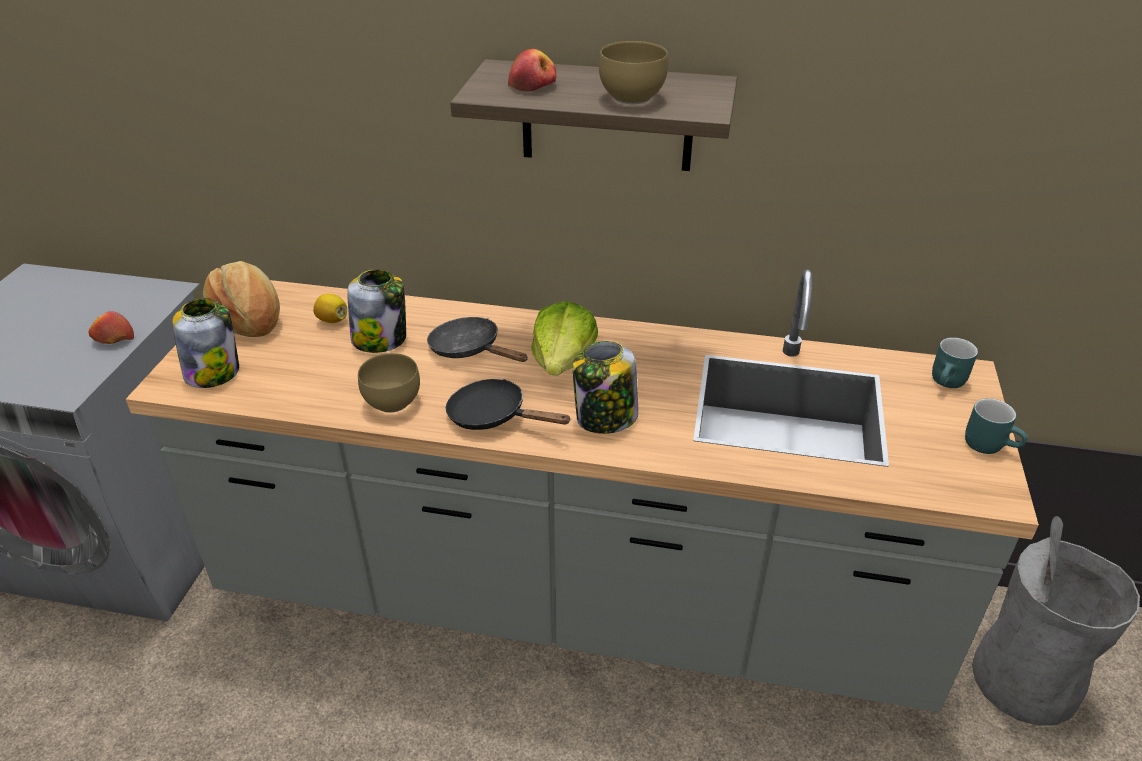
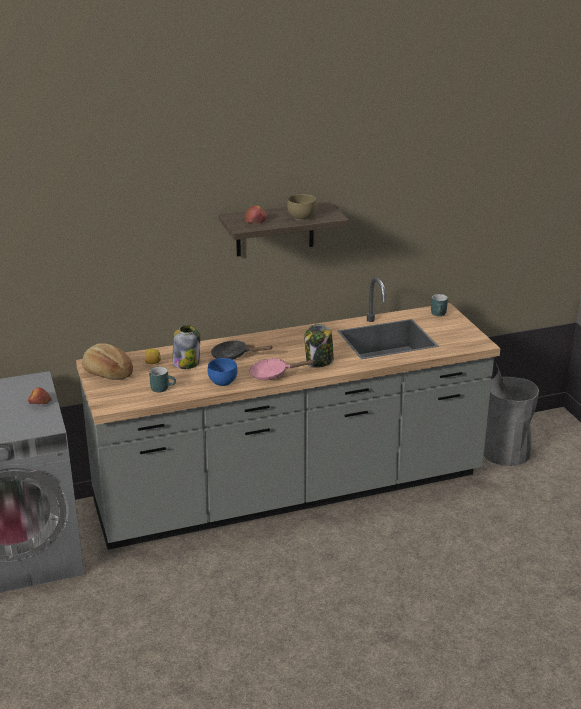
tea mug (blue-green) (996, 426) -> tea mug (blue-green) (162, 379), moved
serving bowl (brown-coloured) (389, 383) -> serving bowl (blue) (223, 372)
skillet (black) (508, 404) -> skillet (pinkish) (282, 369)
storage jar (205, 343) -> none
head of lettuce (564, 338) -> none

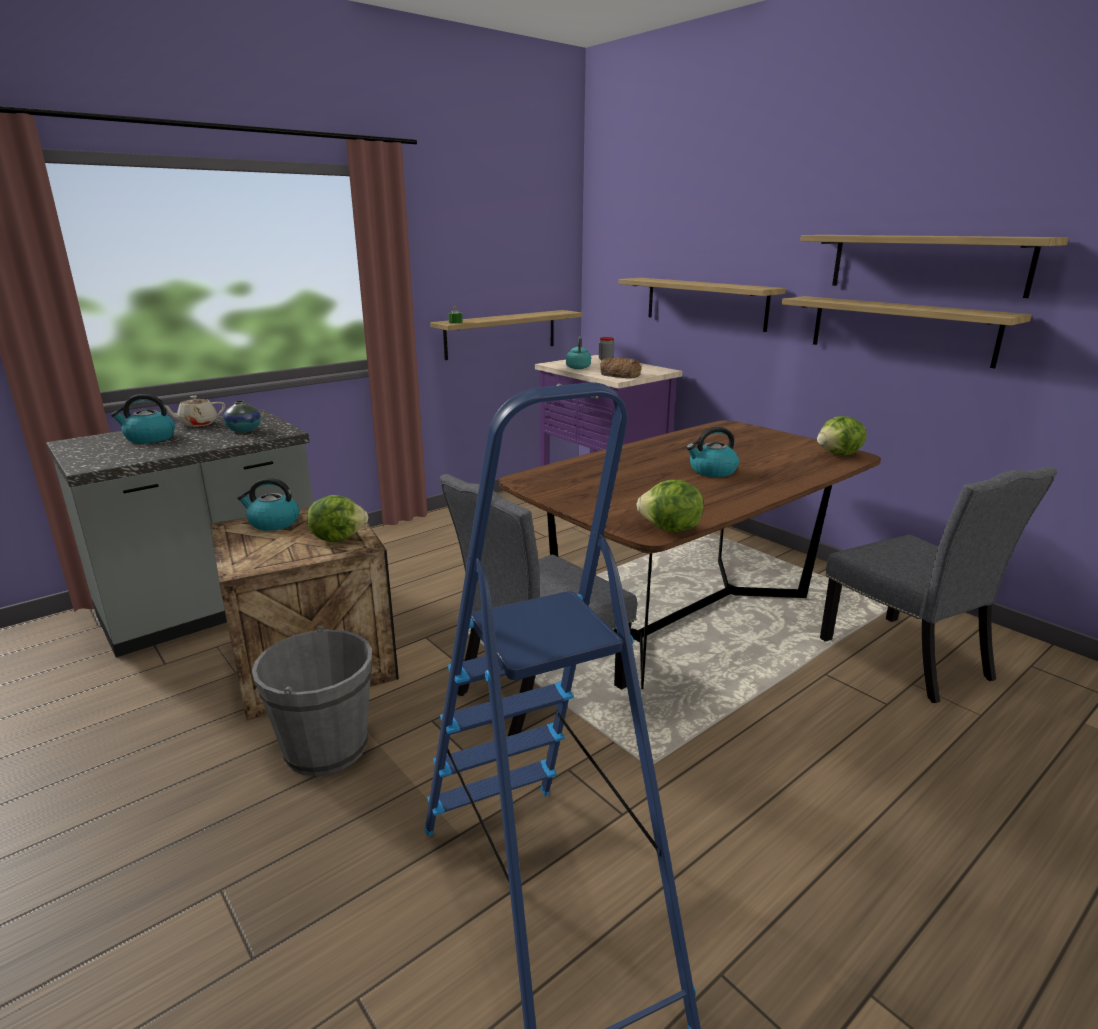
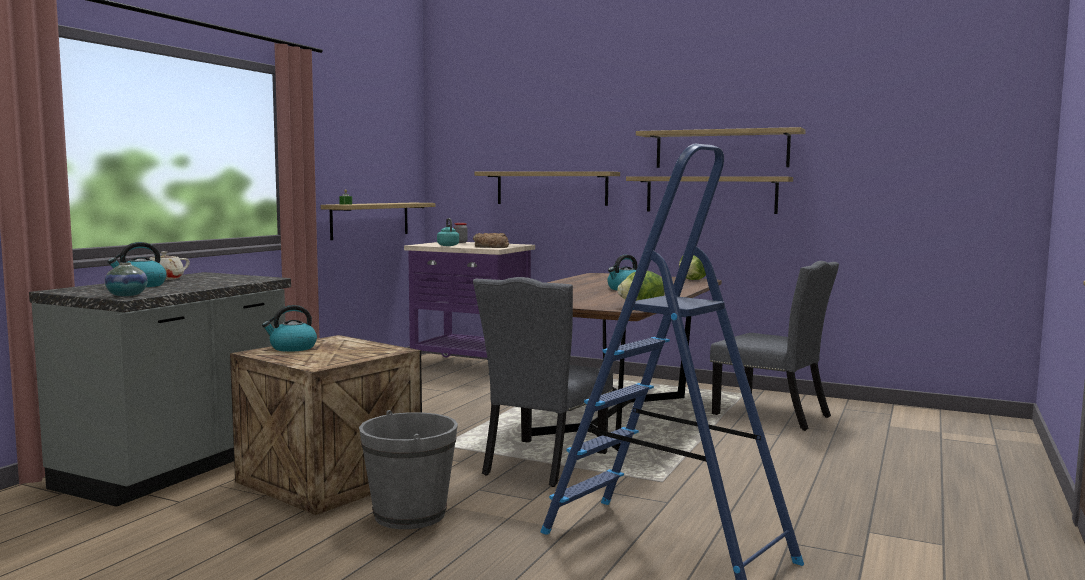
vase (242, 417) -> vase (126, 279), moved
head of lettuce (337, 518) -> none

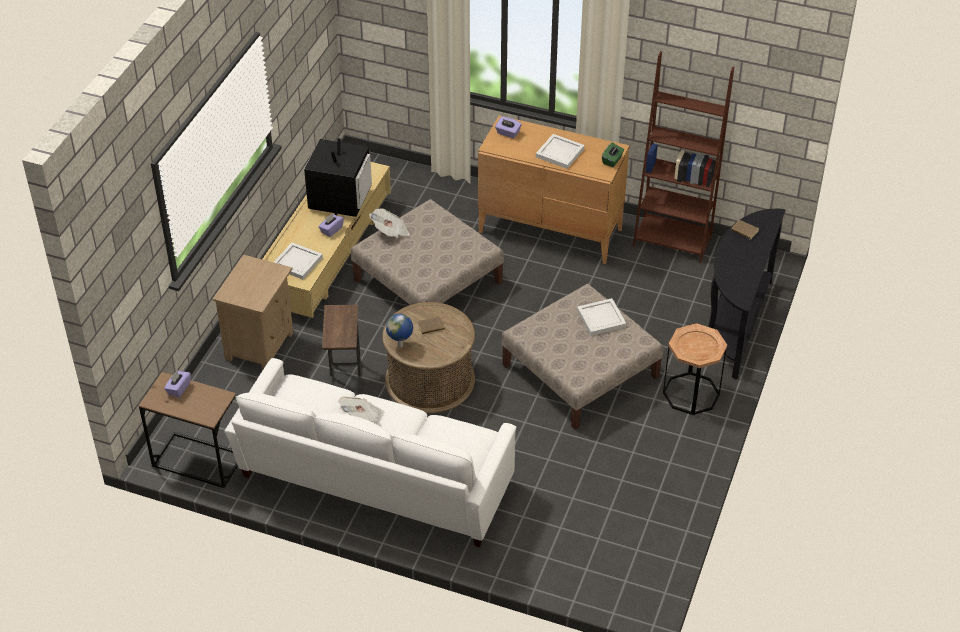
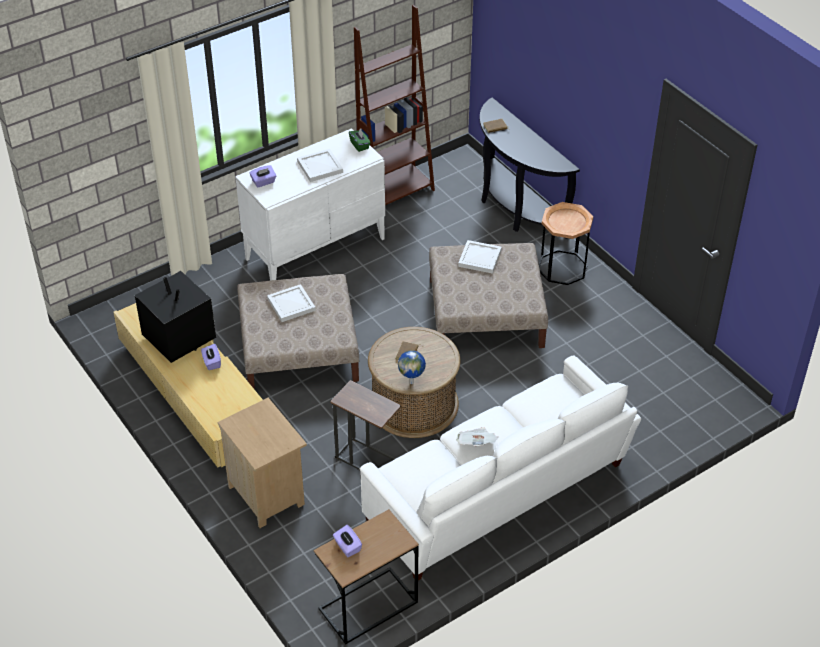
cabinet (brown-coloured) (554, 189) -> cabinet (white-coloured) (310, 204)
carrying tray (white-coloured) (298, 261) -> carrying tray (white-coloured) (291, 303), moved
daily paper (389, 223) -> none

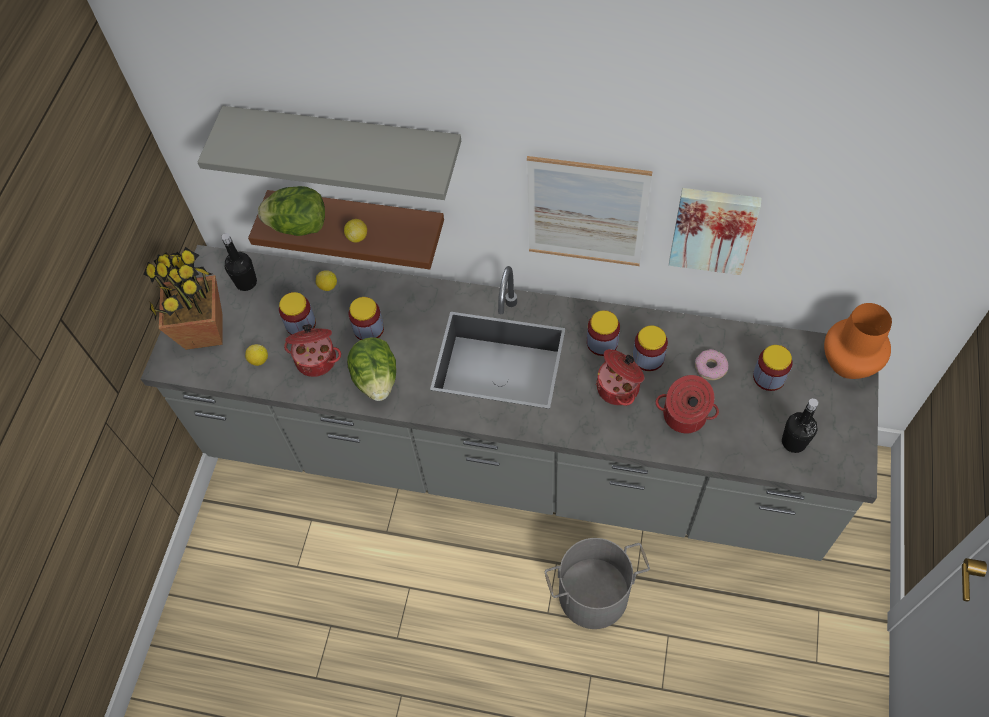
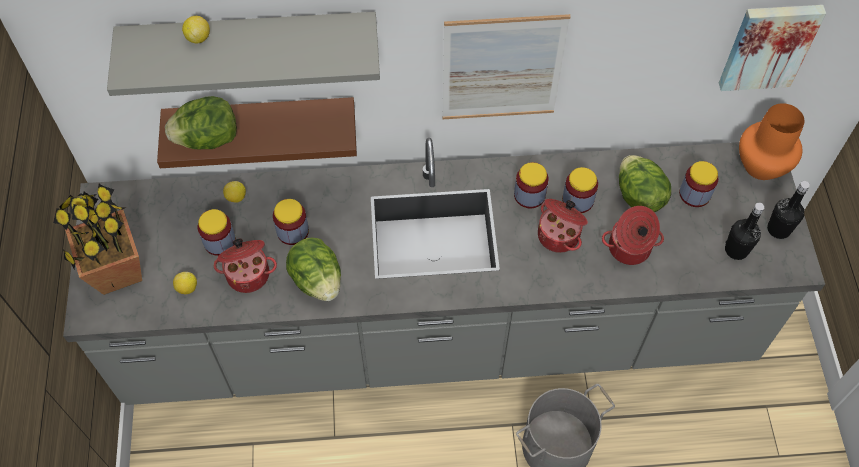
citrus fruit (355, 231) -> citrus fruit (196, 30), moved
doughnut (711, 364) -> head of lettuce (645, 184)
picture (715, 231) -> picture (772, 48), moved
drink bottle (black) (239, 262) -> drink bottle (black) (788, 210), moved

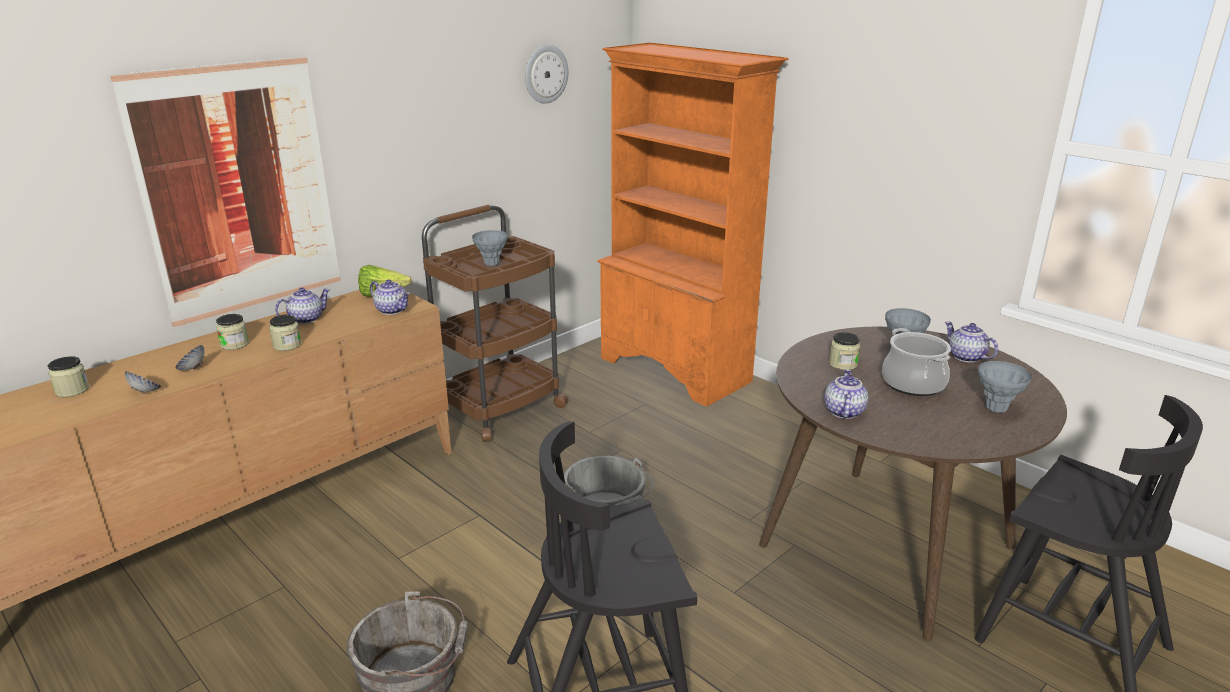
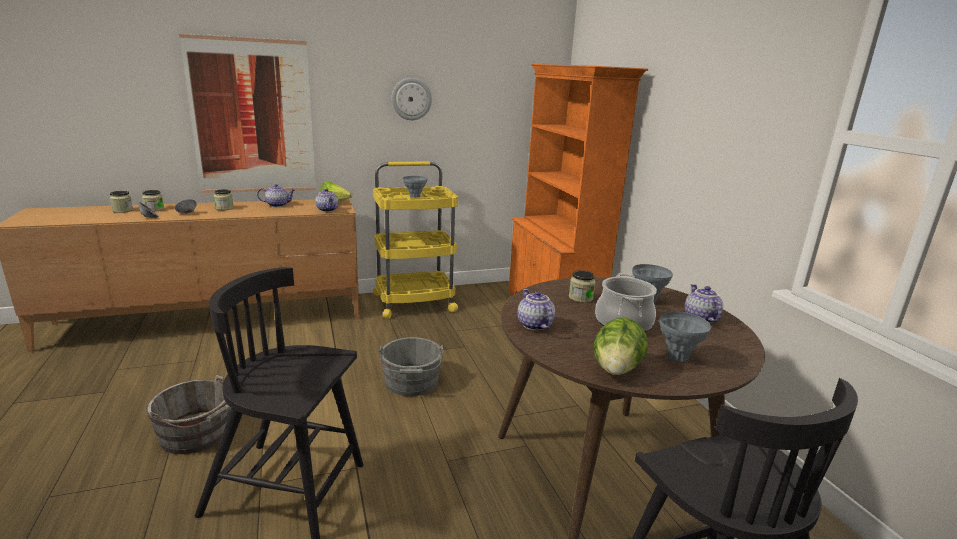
storage jar (285, 333) -> storage jar (153, 201), moved
wheeled cart (brown-coloured) (495, 323) -> wheeled cart (yellow) (415, 240)
hanging clock (546, 74) -> hanging clock (412, 99), moved
teapot (846, 394) -> teapot (536, 310), 60 degrees counterclockwise
none -> head of lettuce (621, 346)

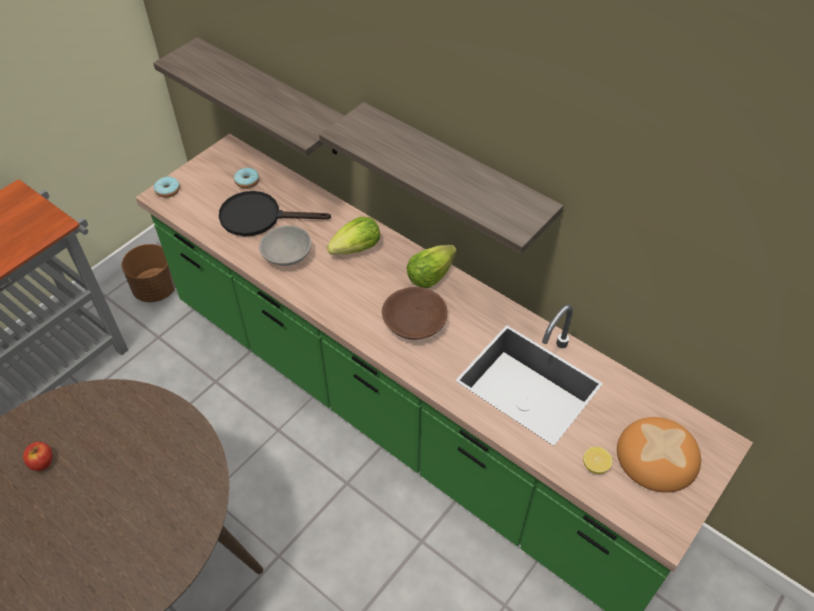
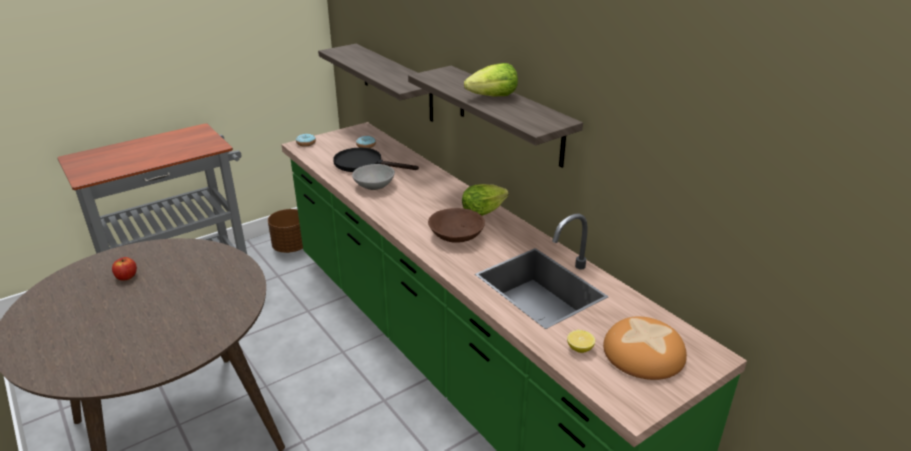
head of lettuce (353, 235) -> head of lettuce (491, 79), moved

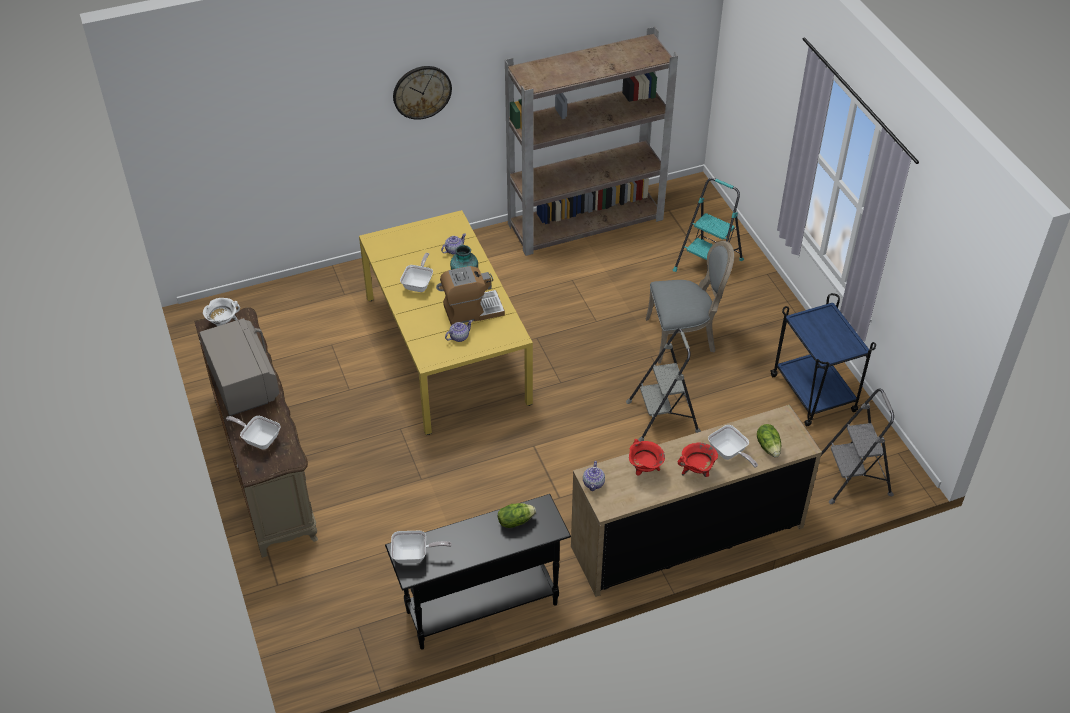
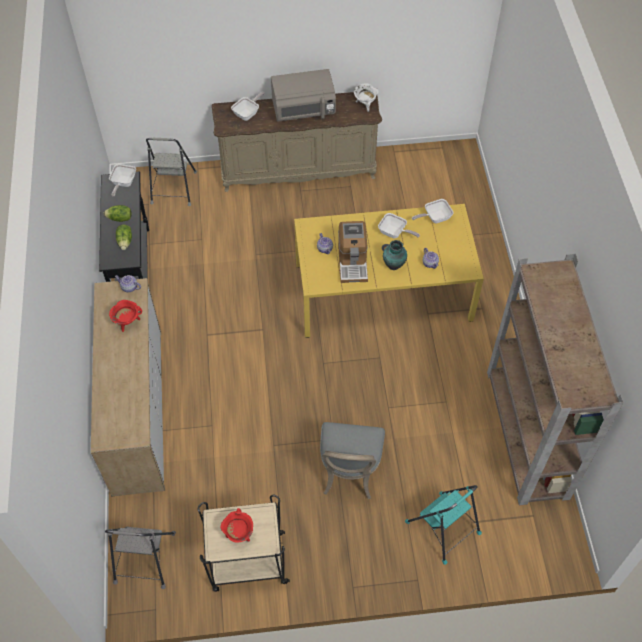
head of lettuce (769, 440) -> head of lettuce (118, 213), moved
step stool (gray) (663, 385) -> step stool (gray) (171, 172), moved
wheeled cart (blue) (823, 360) -> wheeled cart (beige-coloured) (244, 543)
cooking pot (reddish) (698, 460) -> cooking pot (reddish) (237, 525), moved
skillet (733, 446) -> skillet (433, 211), moved
hanging clock (422, 93) -> none

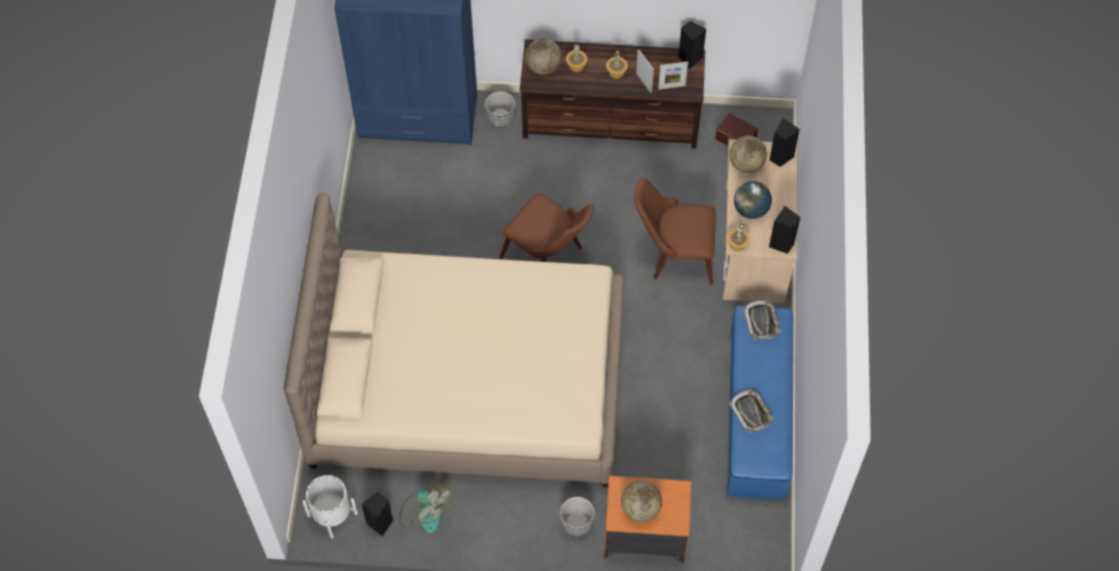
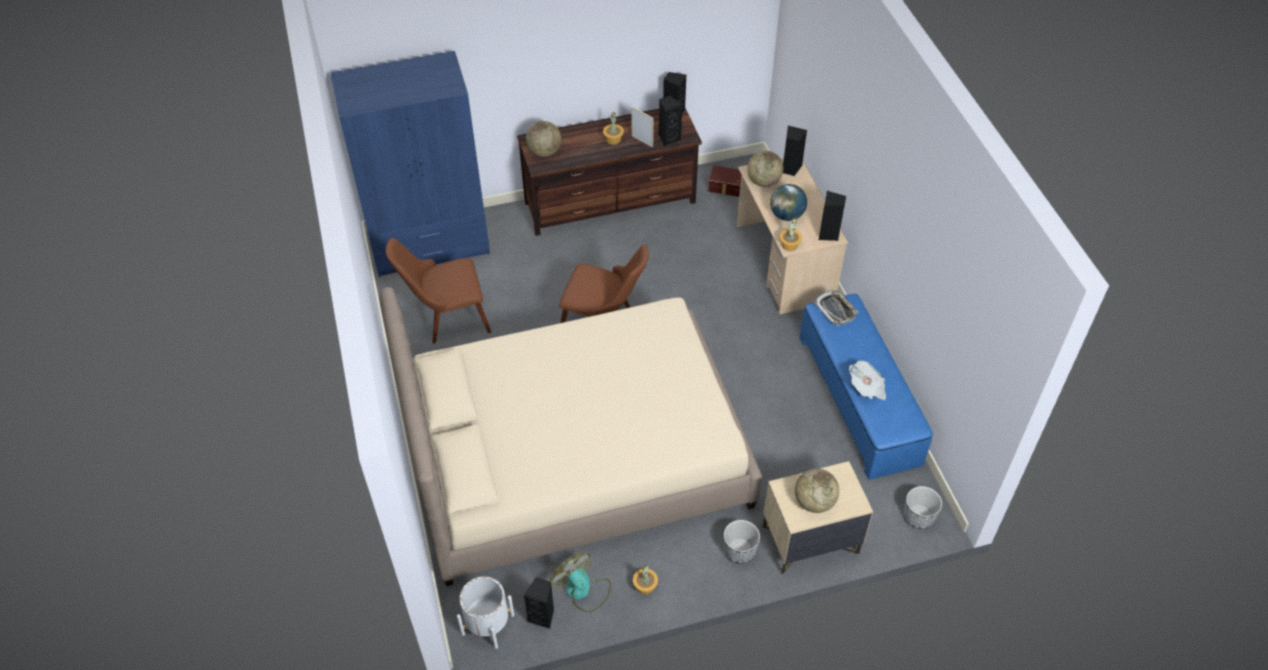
plain chair (brown-coloured) (675, 231) -> plain chair (brown-coloured) (438, 290), moved
cooling fan (425, 509) -> cooling fan (580, 582), 150 degrees counterclockwise
houseplant (576, 58) -> houseplant (645, 580), moved
photo frame (673, 75) -> loudspeaker (black) (671, 120)
night table (orangey) (647, 520) -> night table (beige-coloured) (818, 518)
carrying tray (751, 411) -> daily paper (867, 380)
planter (500, 109) -> planter (923, 507), moved

